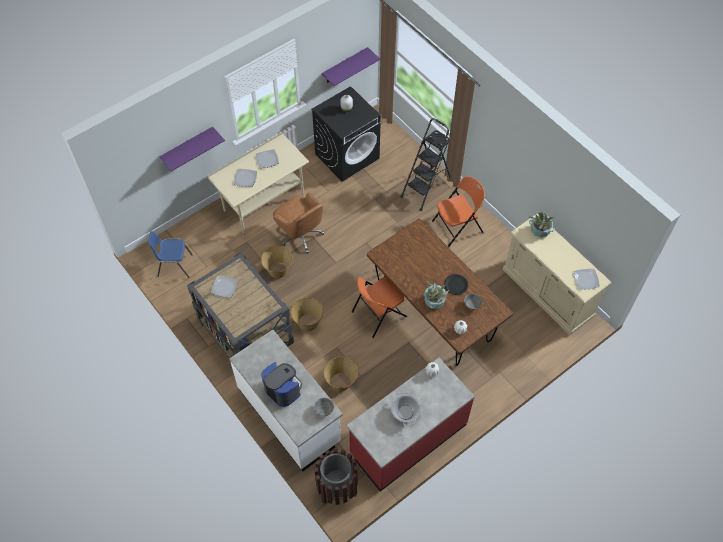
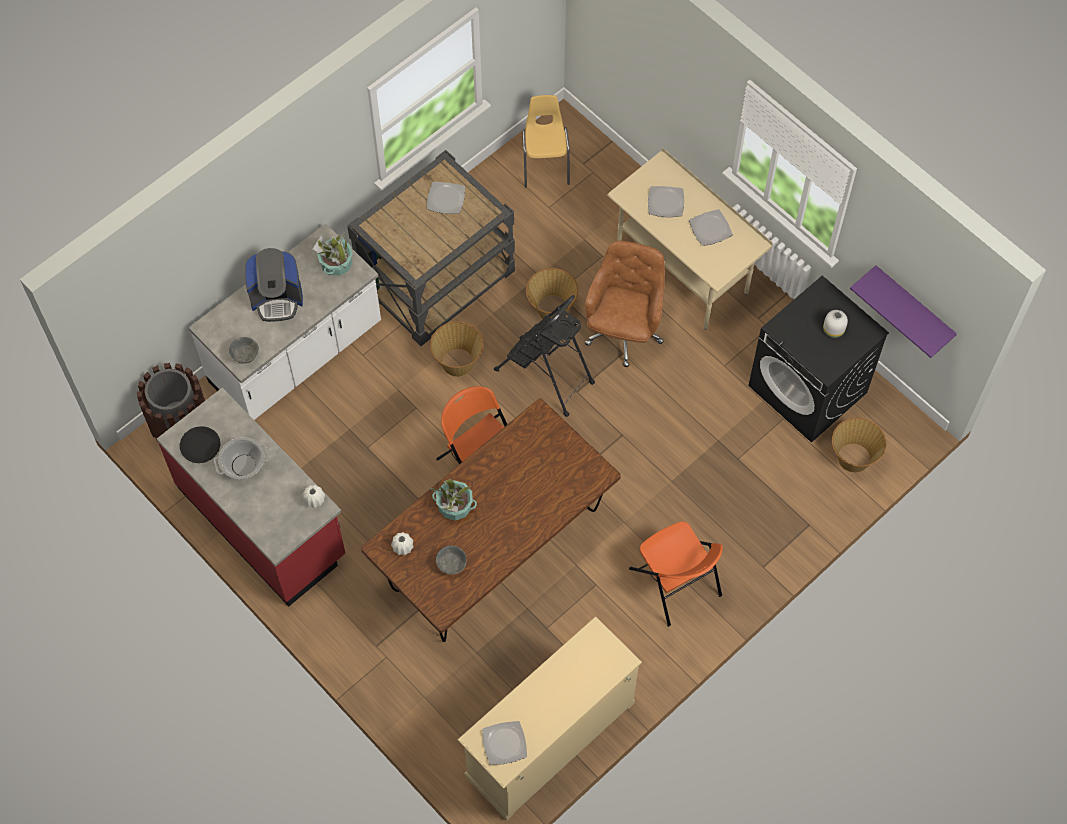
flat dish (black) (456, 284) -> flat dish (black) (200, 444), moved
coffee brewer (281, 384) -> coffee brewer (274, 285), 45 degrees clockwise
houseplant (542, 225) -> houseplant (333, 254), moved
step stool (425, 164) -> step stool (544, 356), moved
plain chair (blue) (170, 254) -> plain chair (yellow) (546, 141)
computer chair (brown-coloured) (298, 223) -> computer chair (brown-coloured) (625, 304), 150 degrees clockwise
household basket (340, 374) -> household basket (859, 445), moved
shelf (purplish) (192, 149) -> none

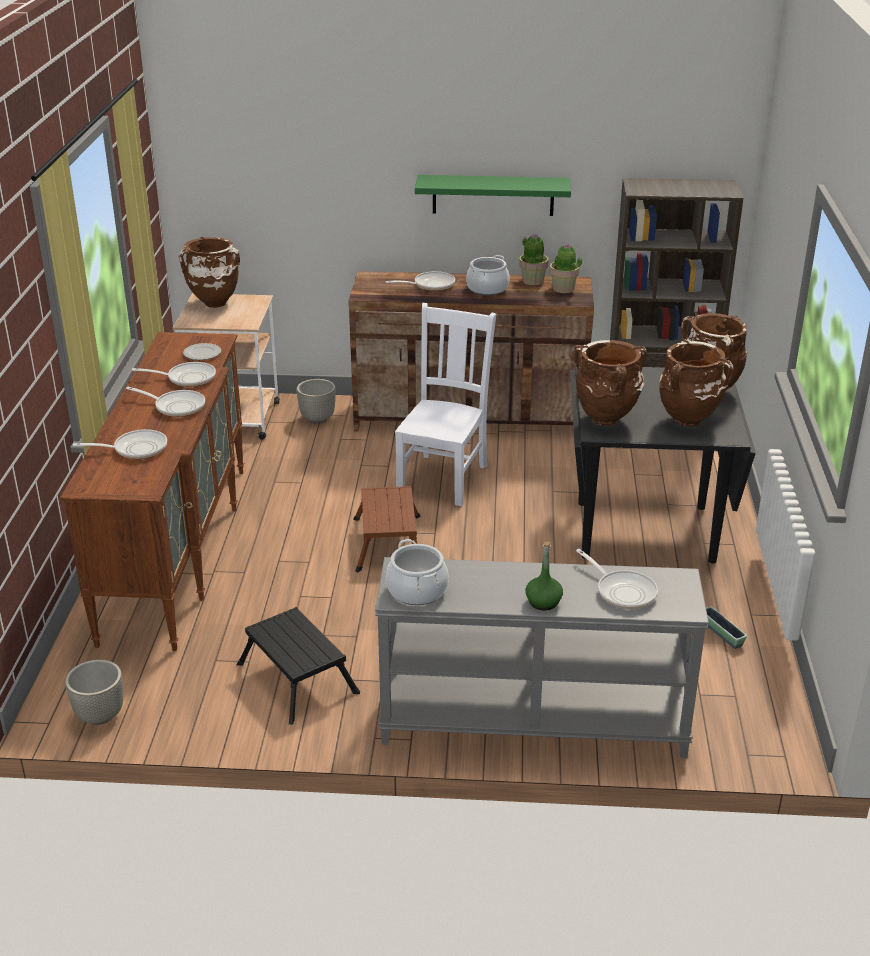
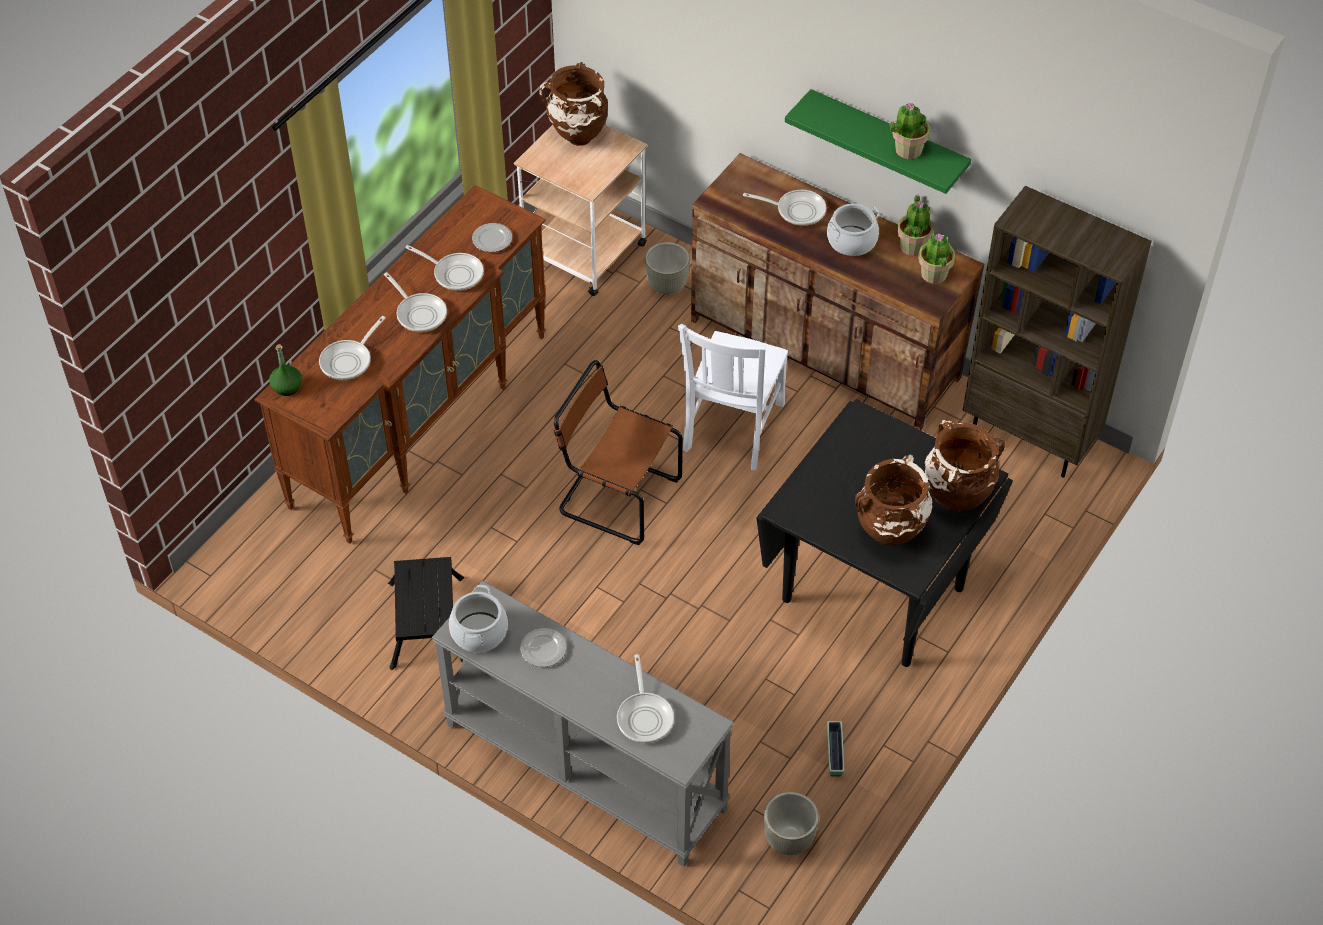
drink bottle (greenish) (544, 576) -> drink bottle (greenish) (285, 370), moved
skillet (120, 444) -> skillet (352, 348), 105 degrees clockwise
none -> flat dish (543, 647)
step stool (brown-coloured) (387, 529) -> plain chair (brown-coloured) (618, 452)
plain chair (white-coloured) (445, 404) -> plain chair (white-coloured) (733, 397), 150 degrees clockwise
planter (gray) (94, 692) -> planter (gray) (791, 823), moved
none -> houseplant (909, 131)
vase (brown-coloured) (610, 383) -> none

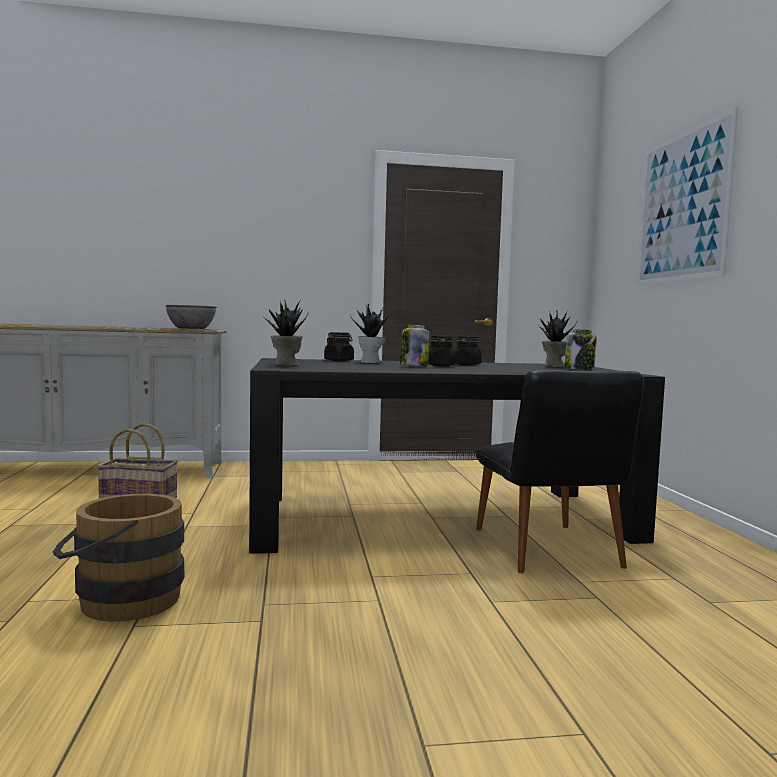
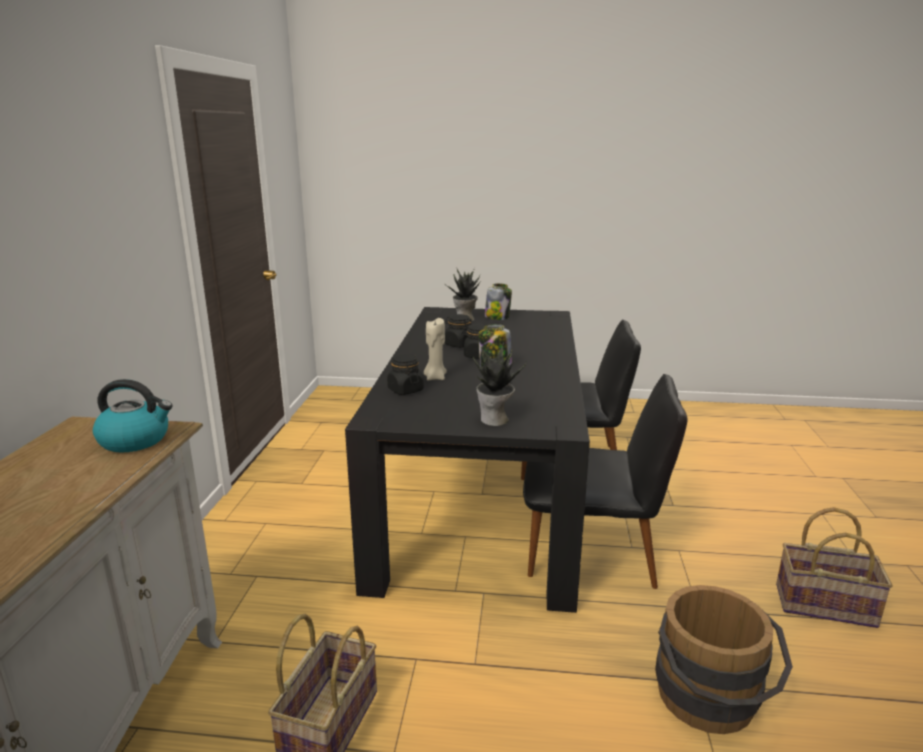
serving bowl (gray) (191, 317) -> tea kettle (133, 416)
houseplant (369, 333) -> wax candle (beige-coloured) (435, 349)
none -> plain chair (black) (605, 481)
none -> household basket (834, 567)
picture (688, 196) -> none

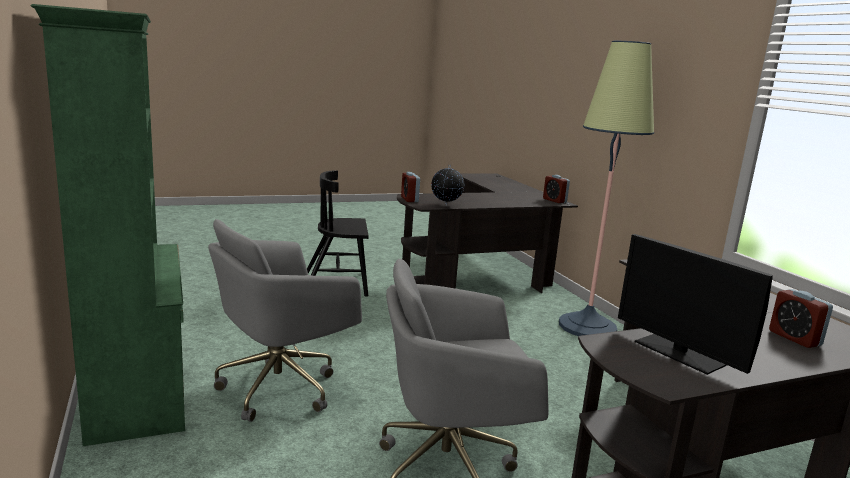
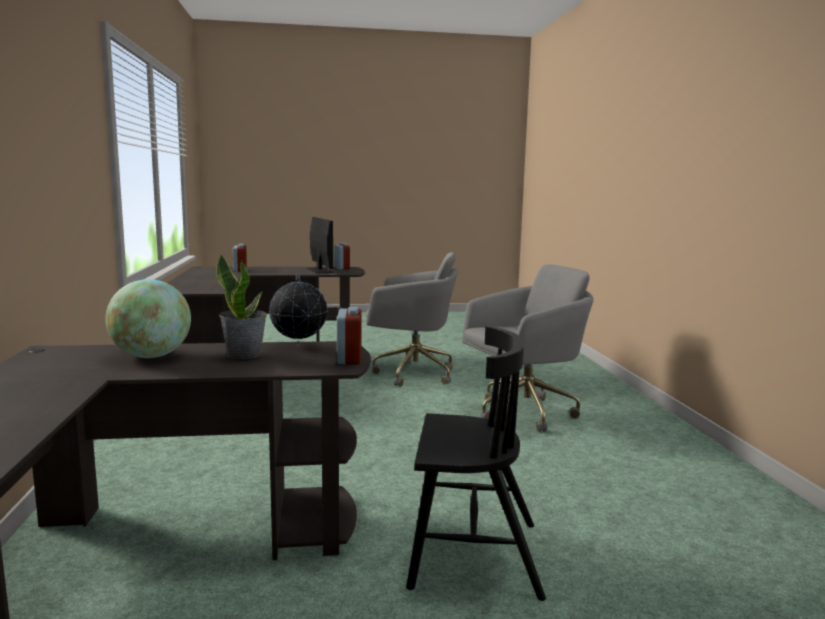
none -> world globe (148, 318)
none -> houseplant (241, 306)
table clock (556, 189) -> table clock (342, 256), moved
bookshelf (greenish) (107, 225) -> none
standard lamp (606, 188) -> none

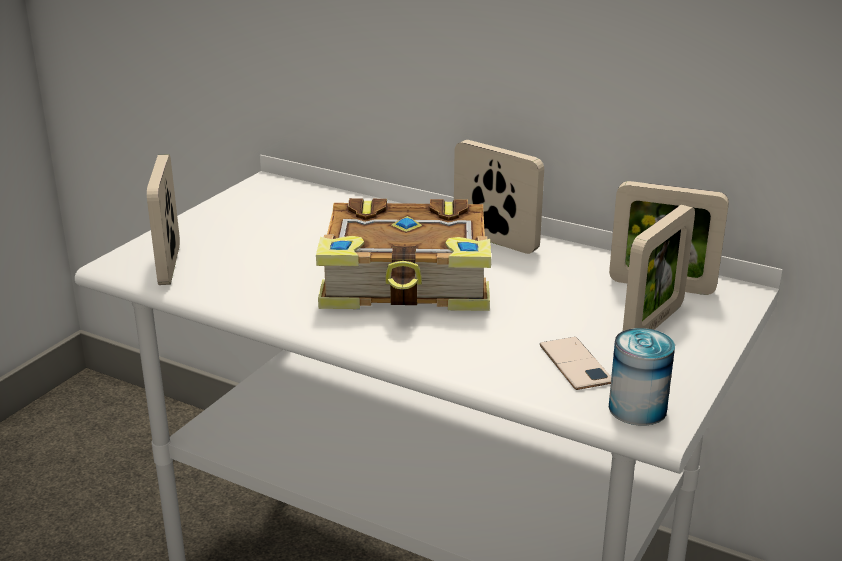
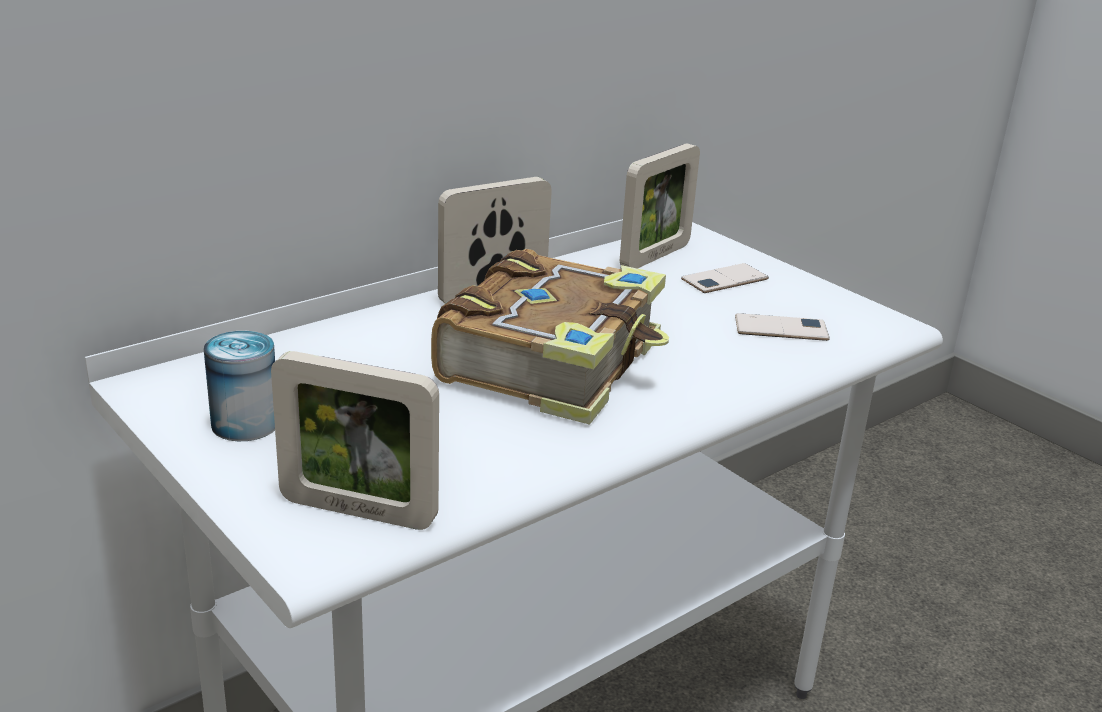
sealed can (642, 377) -> sealed can (239, 386), moved
photo frame (659, 268) -> telephone (725, 278)

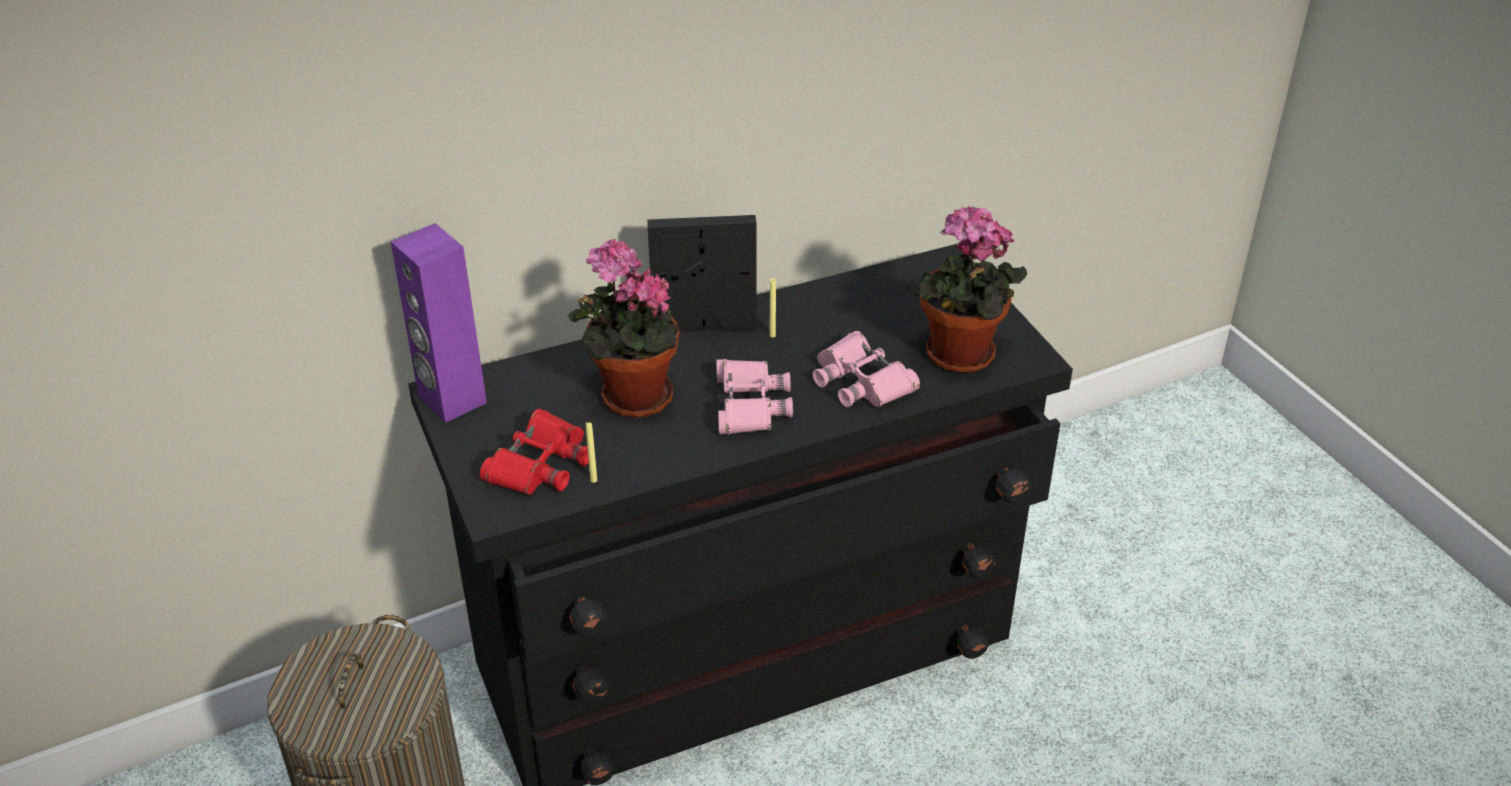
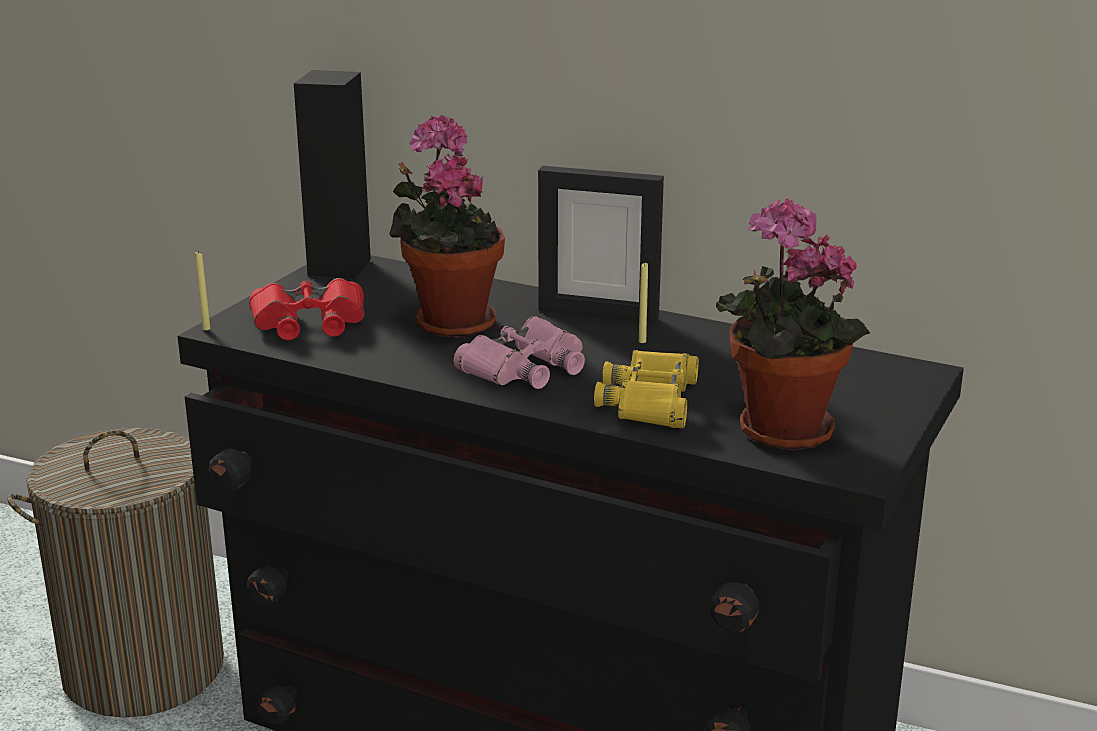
wax candle (yellow) (591, 452) -> wax candle (yellow) (202, 290), moved
loudspeaker (purplish) (438, 323) -> loudspeaker (black) (332, 174)
photo frame (702, 273) -> photo frame (601, 244), 150 degrees clockwise
pair of binoculars (pinkish) (866, 369) -> pair of binoculars (yellow) (646, 389)

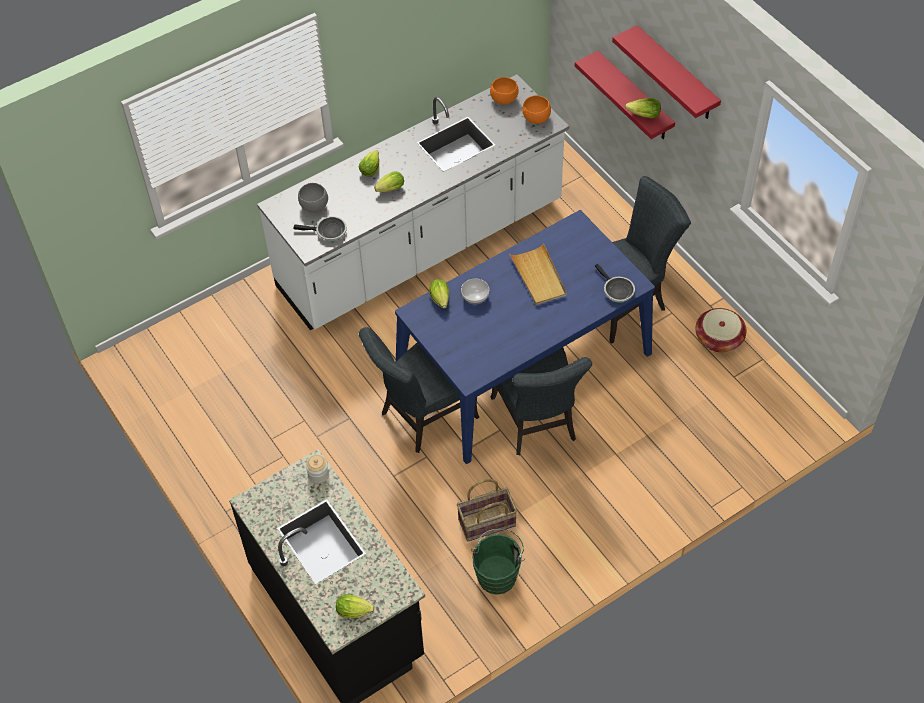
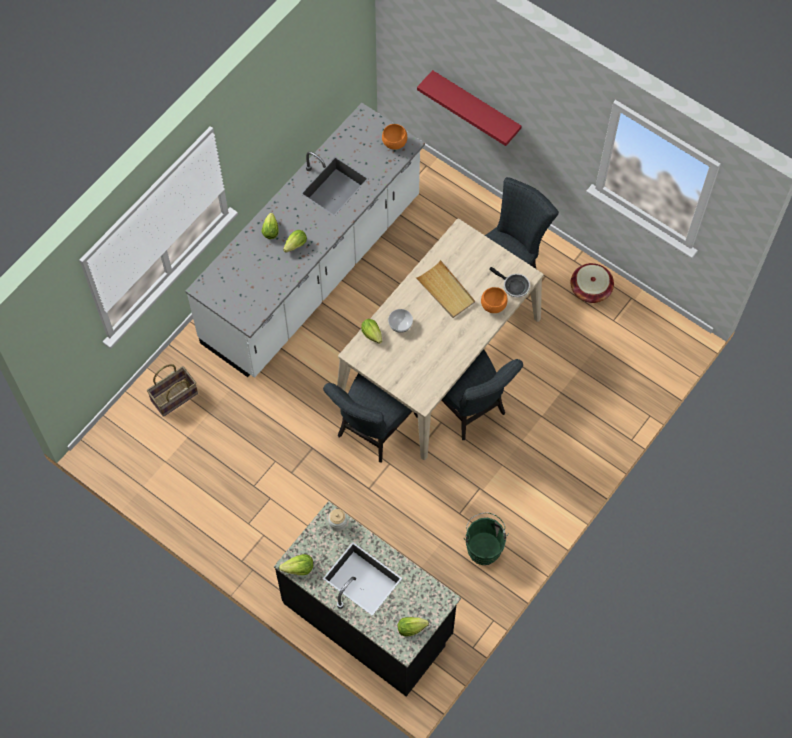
household basket (487, 510) -> household basket (172, 390), moved
head of lettuce (643, 108) -> head of lettuce (296, 564), moved
dinner table (blue) (525, 337) -> dinner table (beige-coloured) (440, 339)
serving bowl (orangey) (504, 90) -> serving bowl (orangey) (494, 300), moved
skillet (320, 228) -> none
serving bowl (gray) (313, 198) -> none
shelf (reddish) (666, 72) -> none

